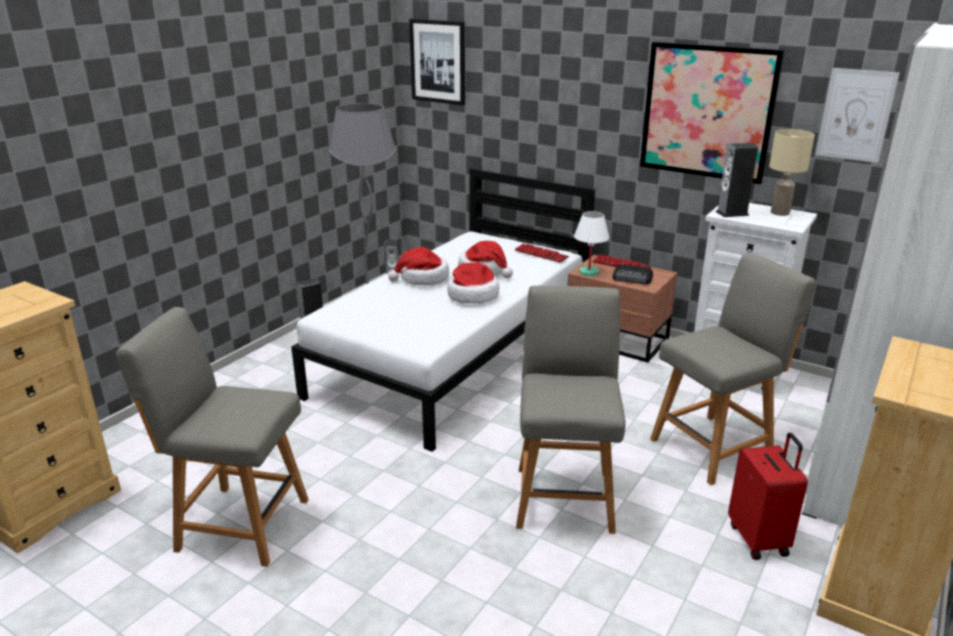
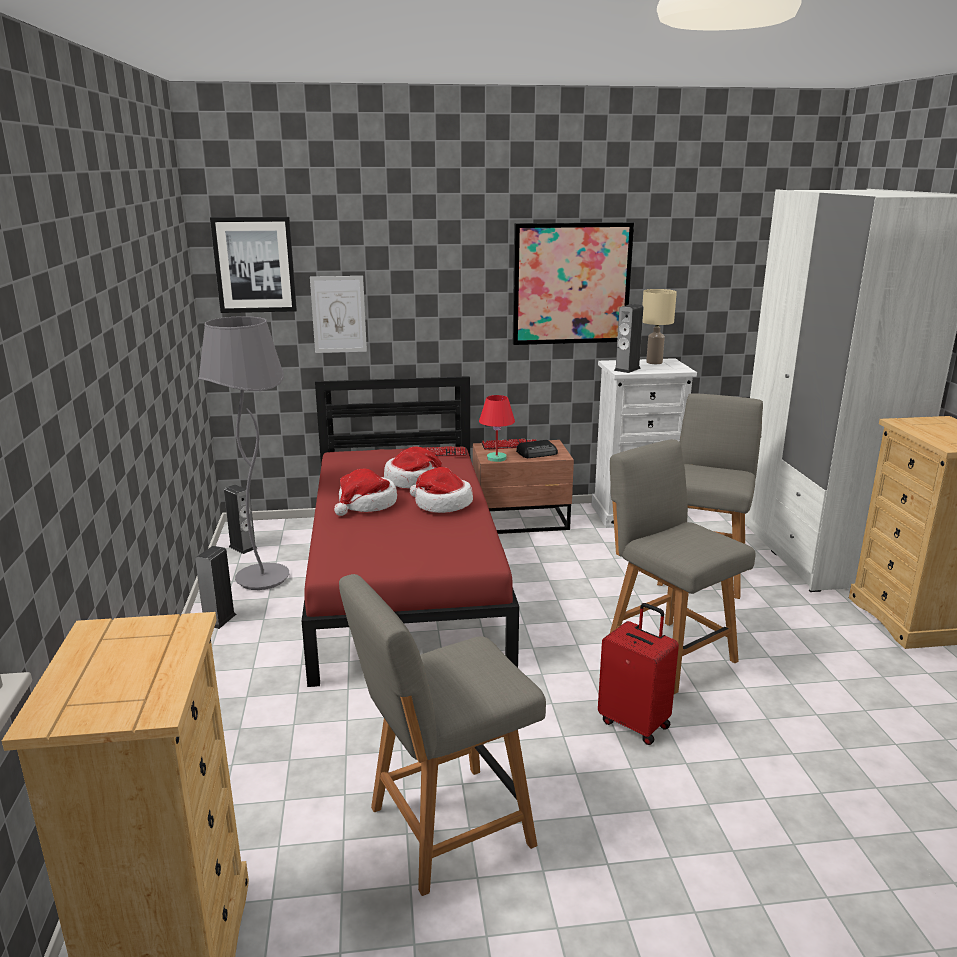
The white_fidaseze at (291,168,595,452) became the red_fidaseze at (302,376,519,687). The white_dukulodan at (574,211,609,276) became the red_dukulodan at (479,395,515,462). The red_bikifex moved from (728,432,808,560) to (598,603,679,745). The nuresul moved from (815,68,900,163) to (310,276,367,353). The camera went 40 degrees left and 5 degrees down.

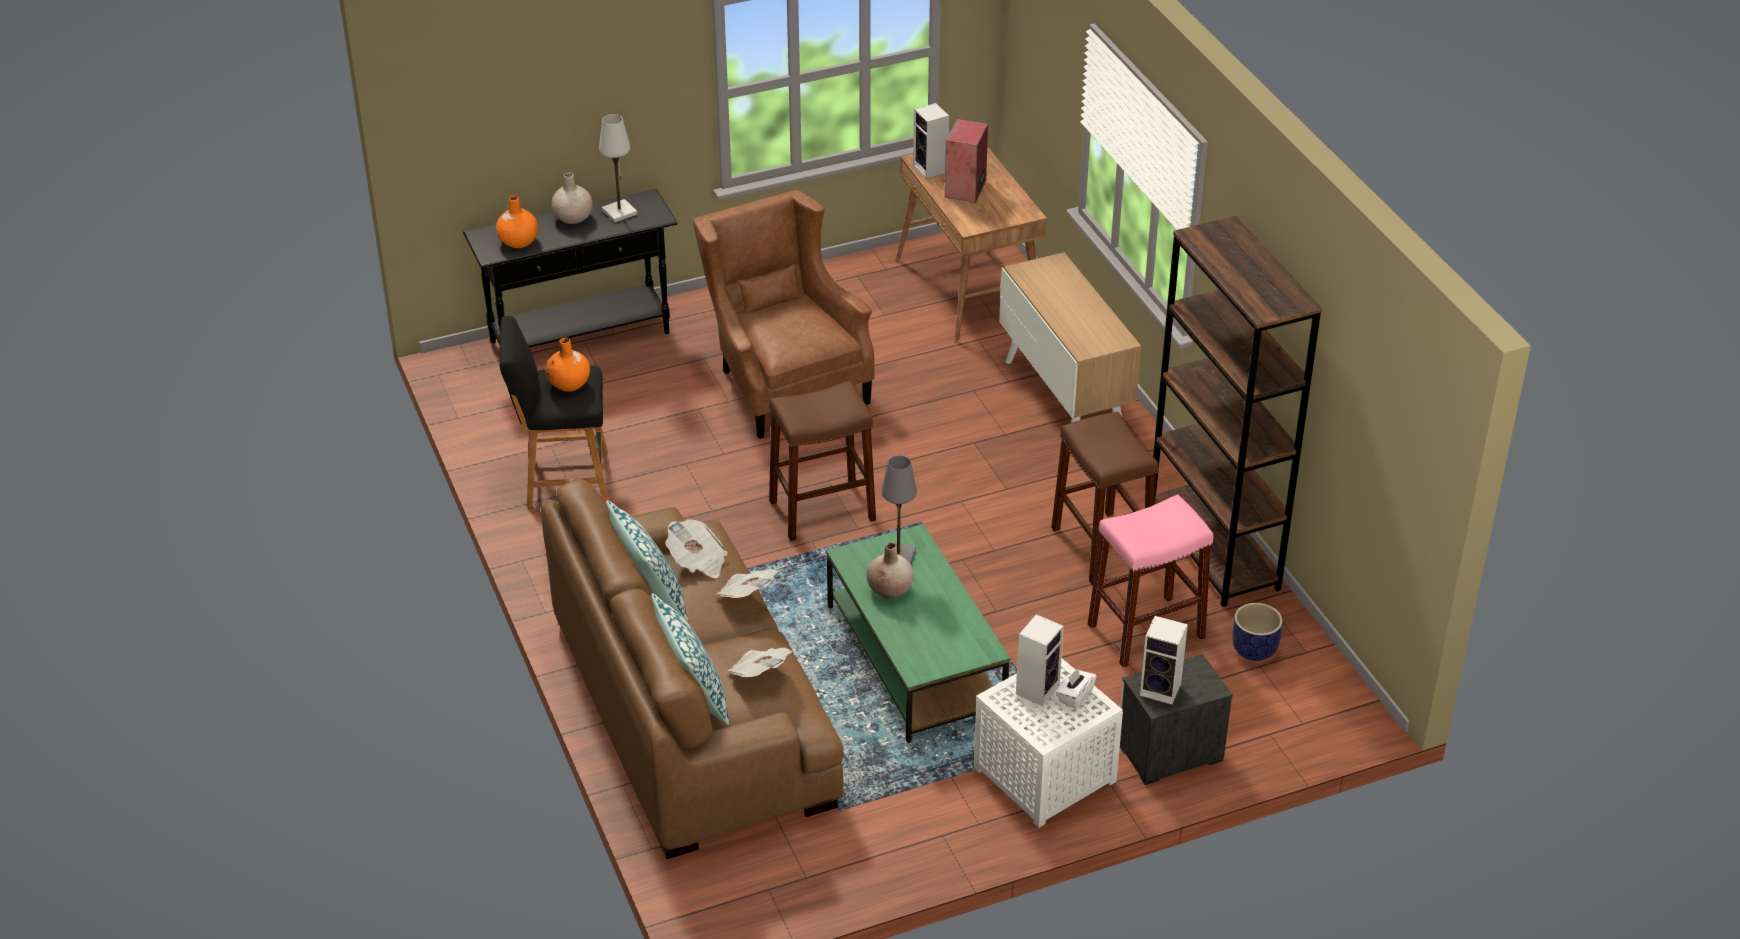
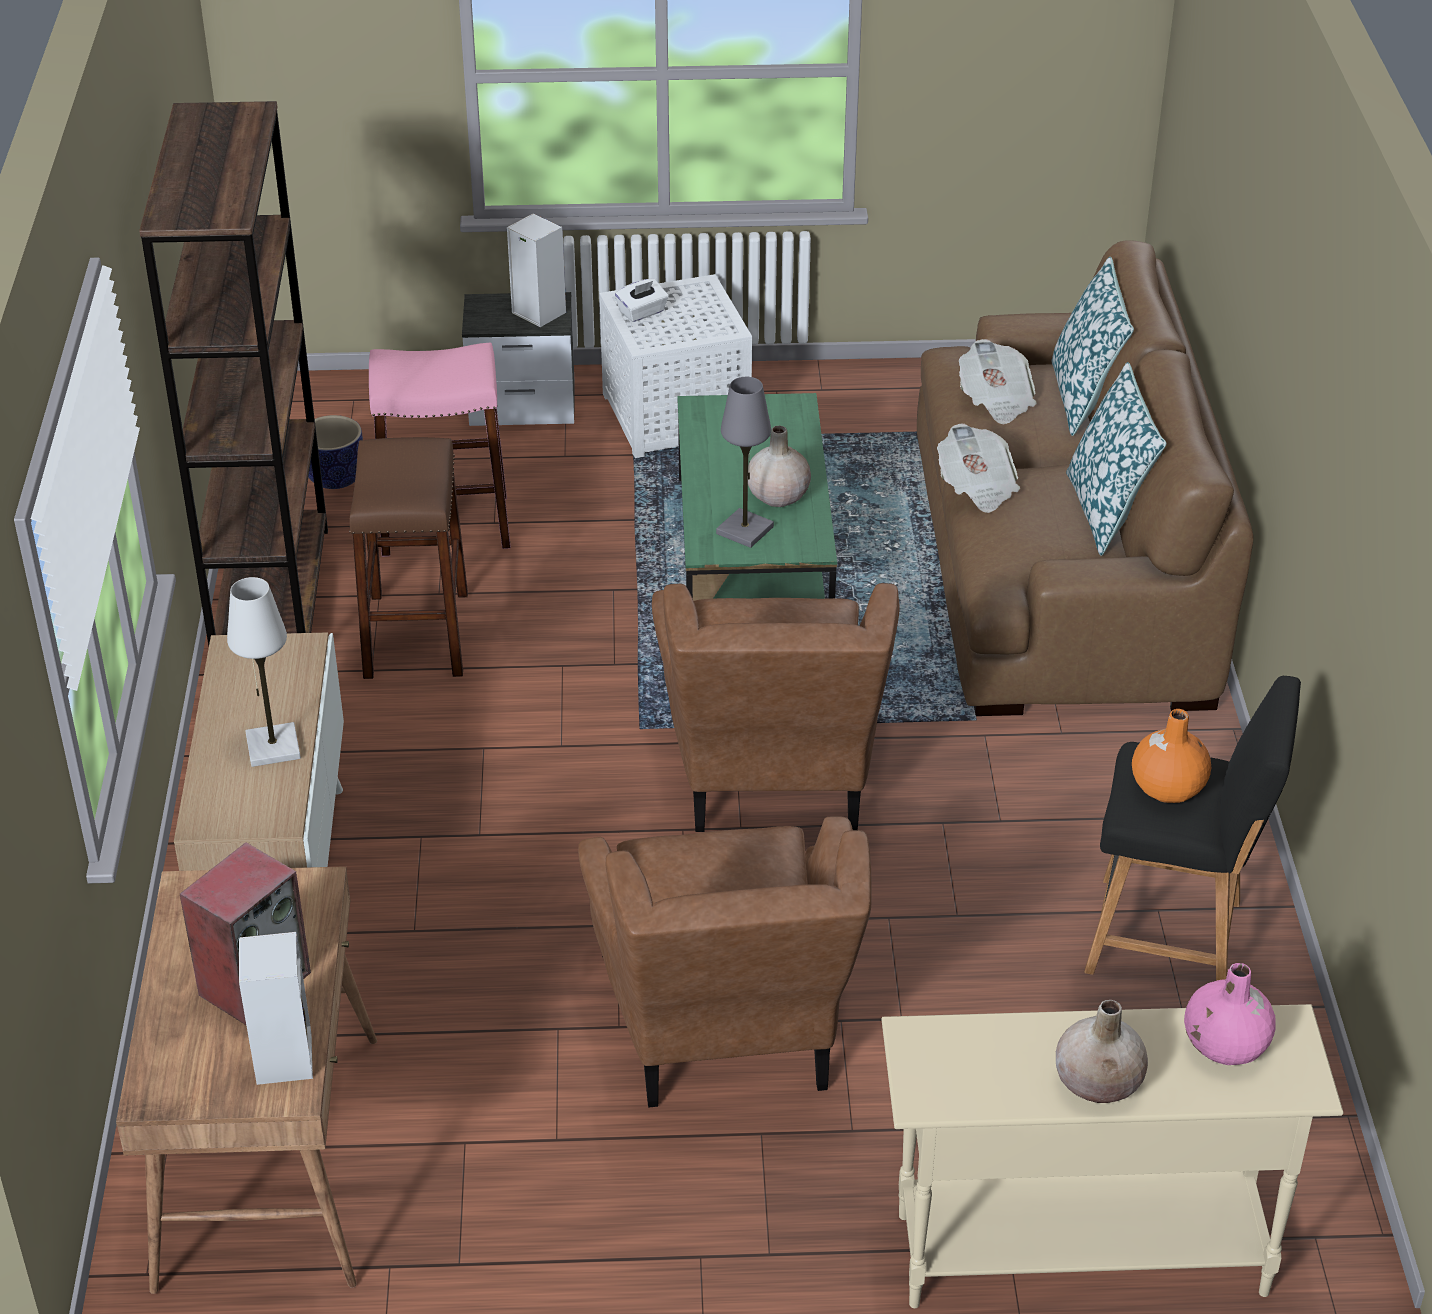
The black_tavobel at (463,189,678,348) became the beige_tavobel at (881,1004,1344,1308). The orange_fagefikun at (496,195,538,248) became the pink_fagefikun at (1184,963,1276,1065). The white_dukulodan moved from (599,114,637,223) to (227,577,301,767). The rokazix at (665,520,728,578) disappeared. The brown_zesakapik at (769,381,876,541) was replaced by the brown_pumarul at (652,583,899,832). The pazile at (1016,614,1064,706) disappeared. The camera went 160 degrees left and 0 degrees up.

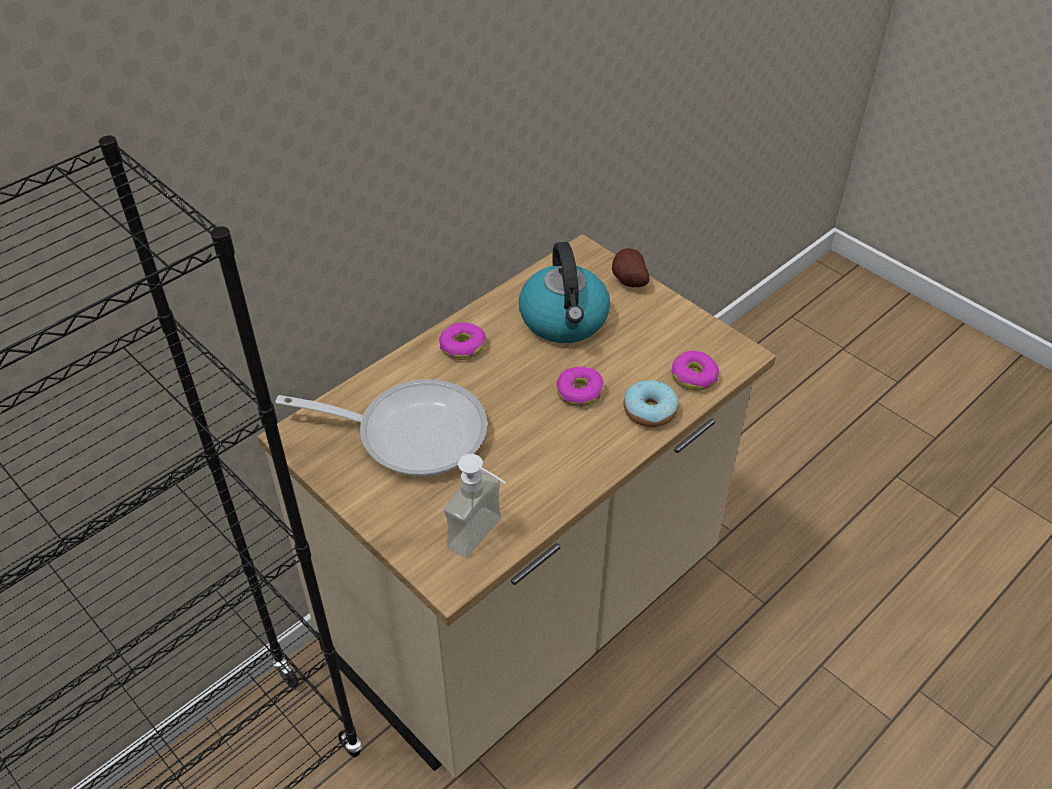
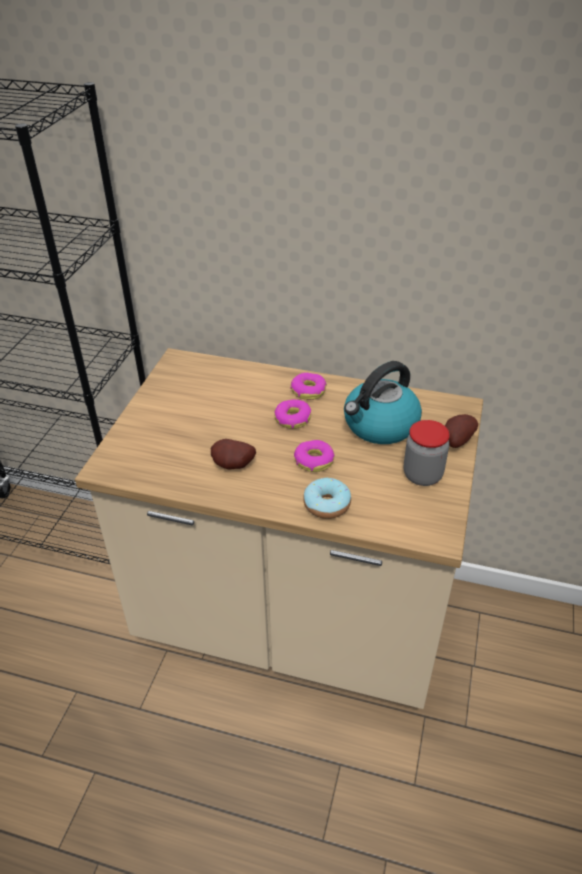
The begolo at (275,379,487,476) disappeared. The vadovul at (444,454,506,558) disappeared. The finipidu moved from (671,351,719,391) to (274,399,311,429). The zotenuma at (211,439,256,469) appeared. The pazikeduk at (404,420,450,486) appeared. The camera went 60 degrees right and 5 degrees down.

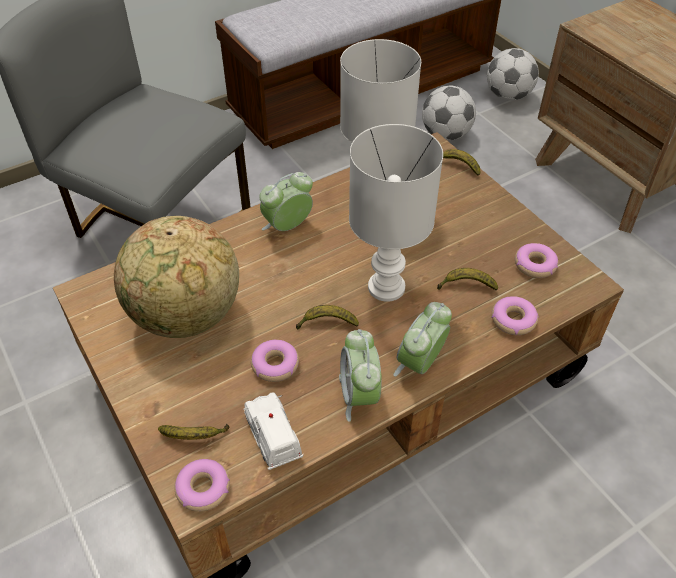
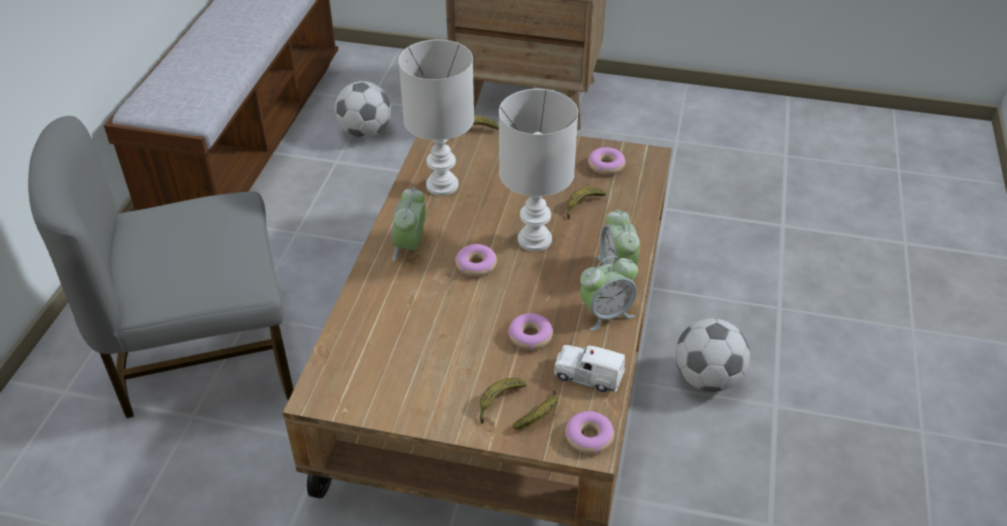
The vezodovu at (114,216,239,338) disappeared. The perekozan moved from (296,305,359,329) to (480,378,527,424). The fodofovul at (339,329,382,422) turned 60 degrees counterclockwise. The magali moved from (487,48,539,101) to (675,318,750,392). The finipidu moved from (492,296,539,335) to (455,244,497,277). The camera went 45 degrees left and 5 degrees down.

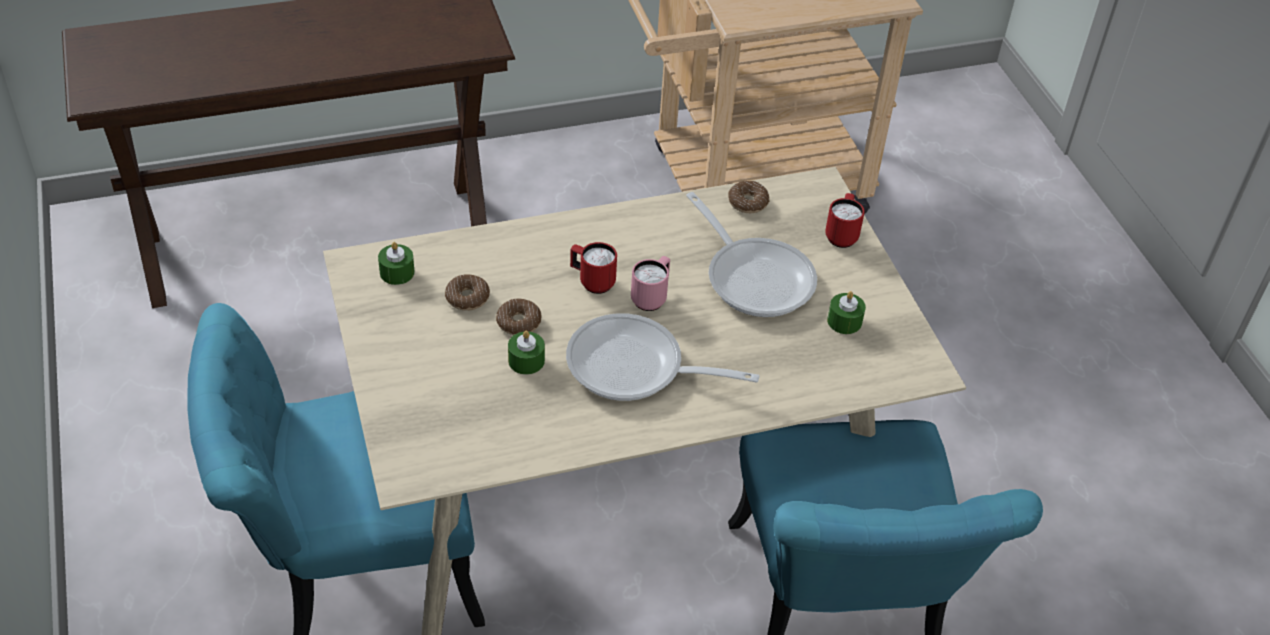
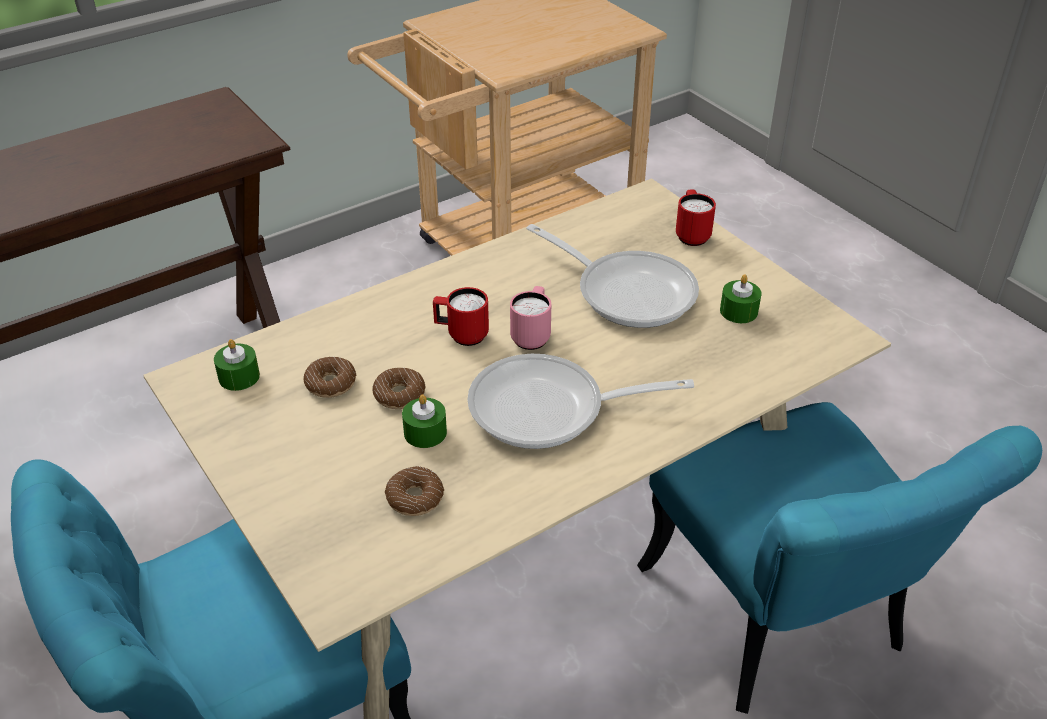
The finipidu moved from (728,181,769,213) to (385,466,444,516). The camera went 15 degrees left and 5 degrees down.

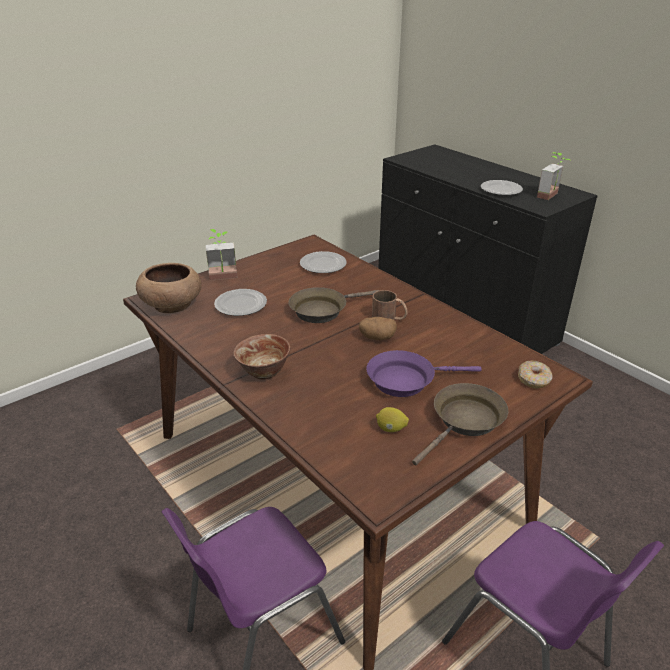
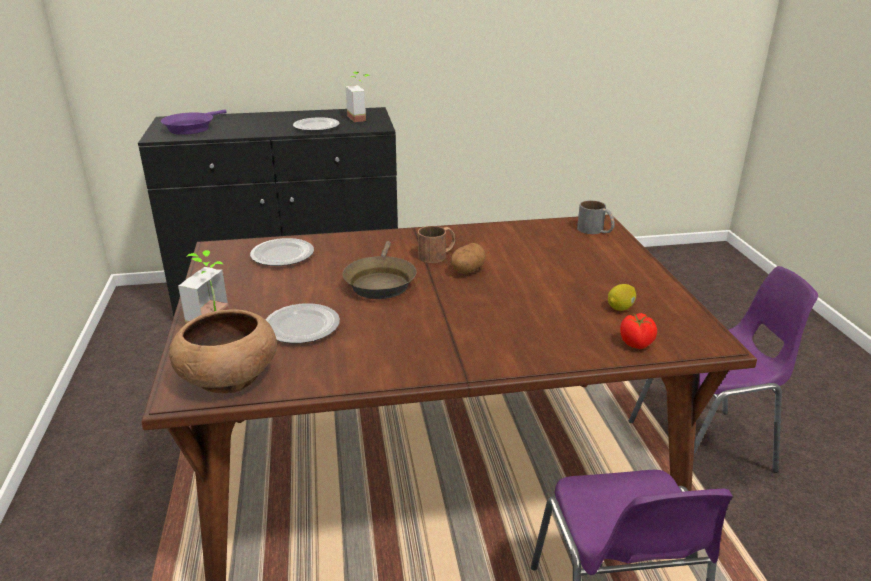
The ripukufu at (233,334,290,380) disappeared. The purple_begolo moved from (366,350,482,397) to (161,109,227,135). The brown_begolo at (412,383,508,465) disappeared. The finipidu at (518,360,553,388) was replaced by the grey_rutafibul at (577,200,615,234). The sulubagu at (620,313,657,349) appeared. The camera went 60 degrees left and 5 degrees down.

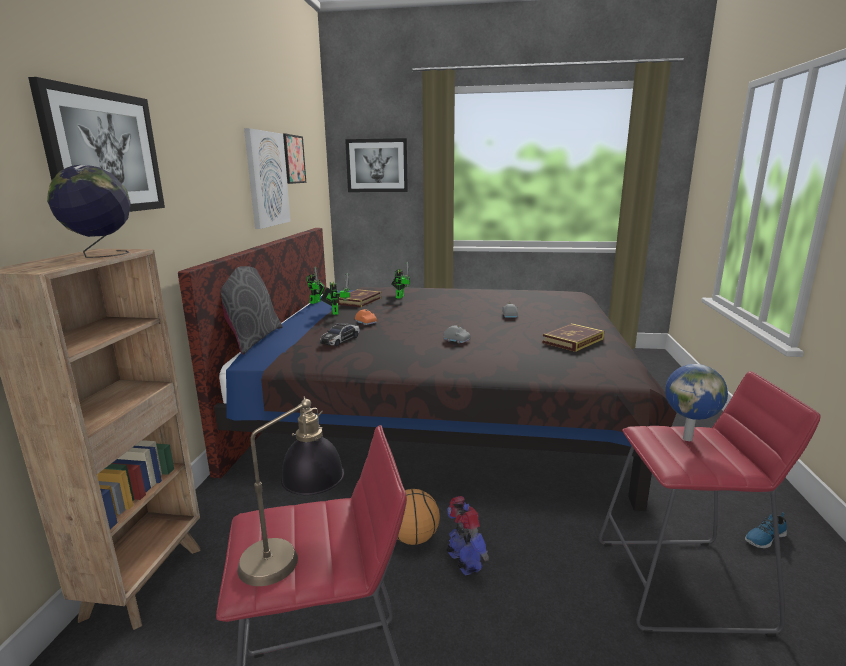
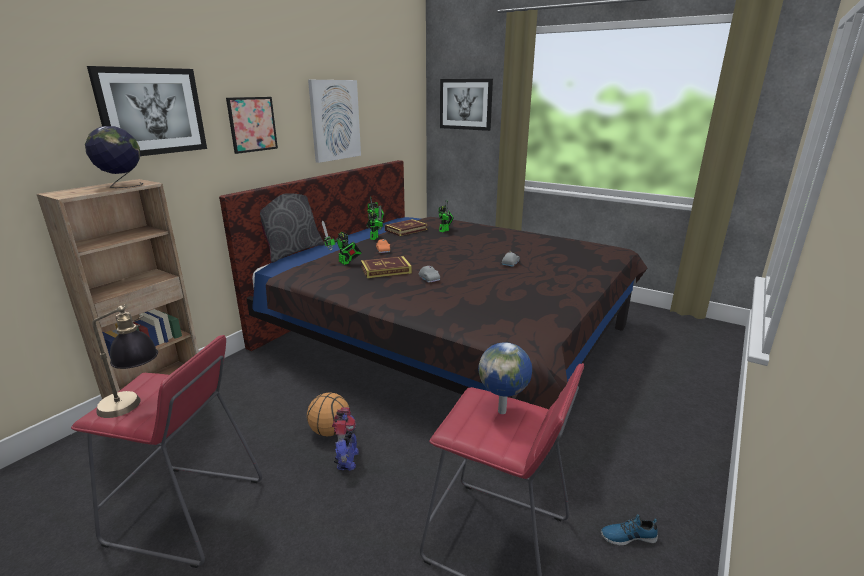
The nuresul moved from (283,133,306,184) to (226,97,278,154). The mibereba at (320,323,360,346) was replaced by the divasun at (322,220,362,265). The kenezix moved from (542,323,604,352) to (361,256,412,278). The camera went 25 degrees right and 5 degrees up.

